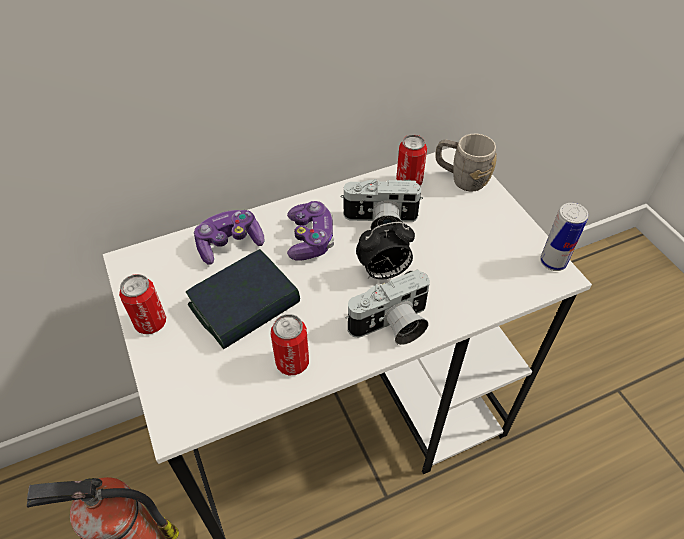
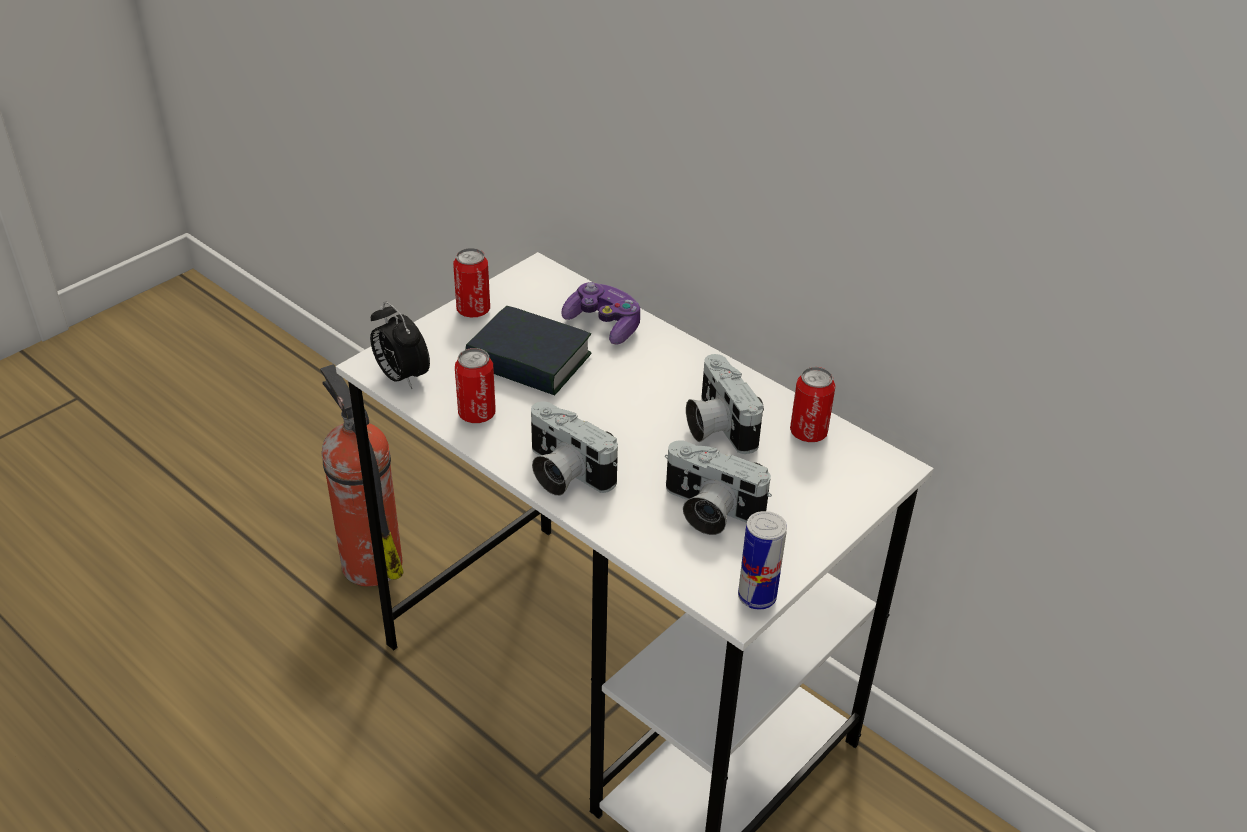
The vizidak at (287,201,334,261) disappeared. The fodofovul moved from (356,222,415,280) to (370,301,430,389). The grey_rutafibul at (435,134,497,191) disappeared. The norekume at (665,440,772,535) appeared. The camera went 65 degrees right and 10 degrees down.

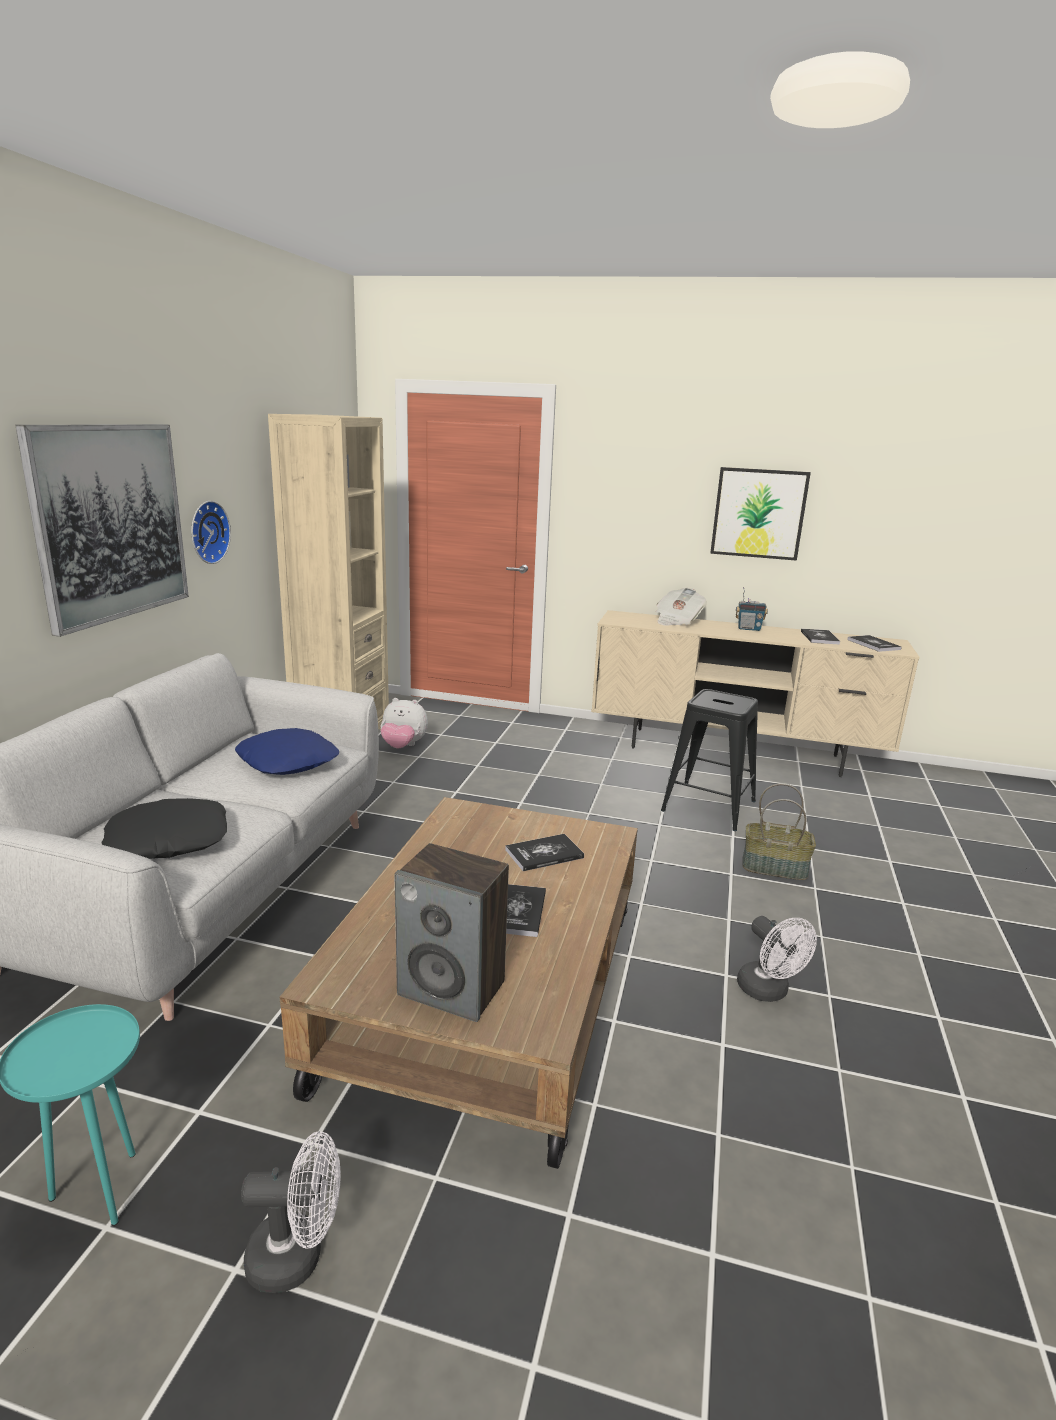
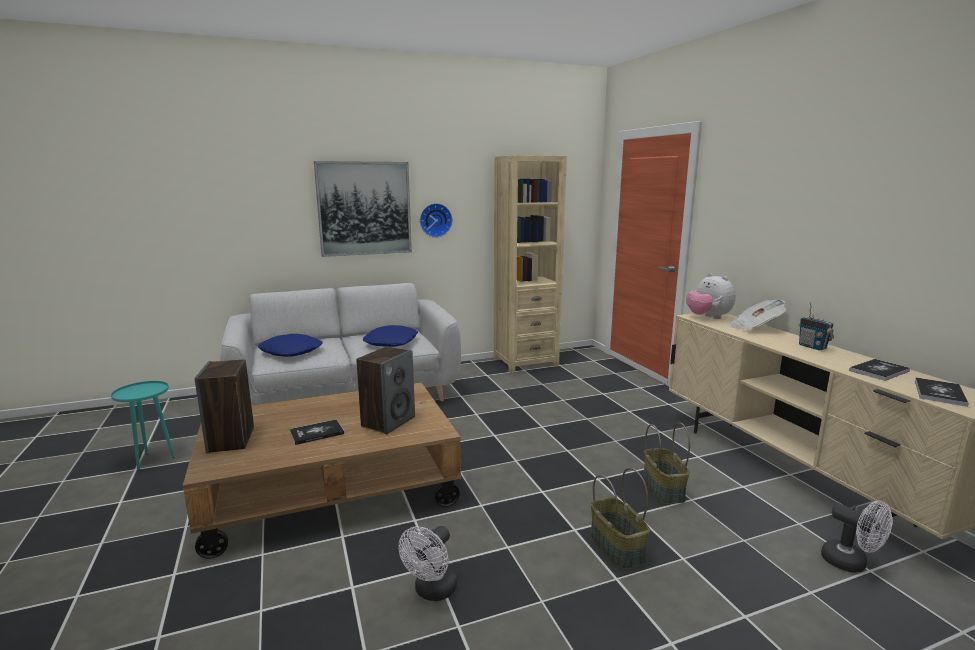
The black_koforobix at (101,798,227,859) became the blue_koforobix at (258,334,323,357). The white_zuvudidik moved from (241,1131,341,1293) to (821,501,893,572). The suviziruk moved from (380,698,428,748) to (686,273,735,319). The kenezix at (505,834,584,871) was replaced by the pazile at (356,346,415,434). The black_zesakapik at (661,689,758,831) was replaced by the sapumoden at (643,423,690,504). The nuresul at (710,467,811,561) disappeared. The camera went 55 degrees right and 5 degrees down.

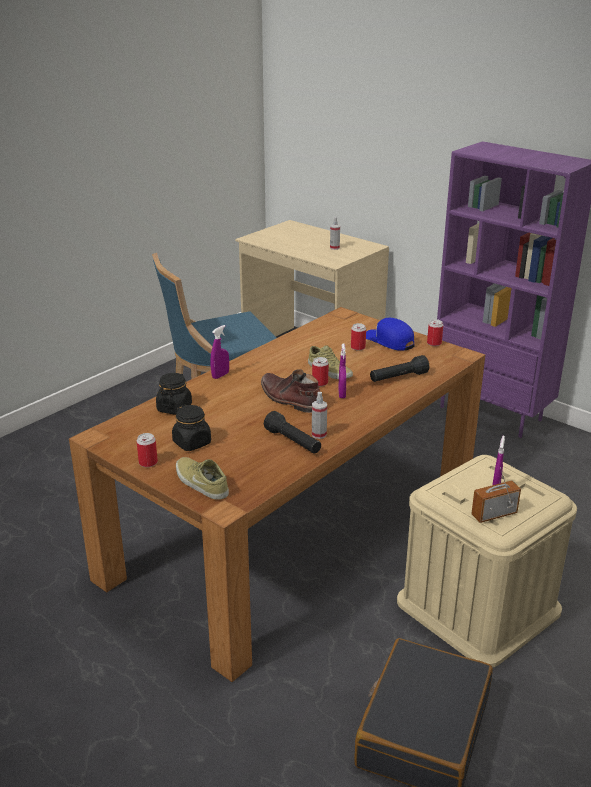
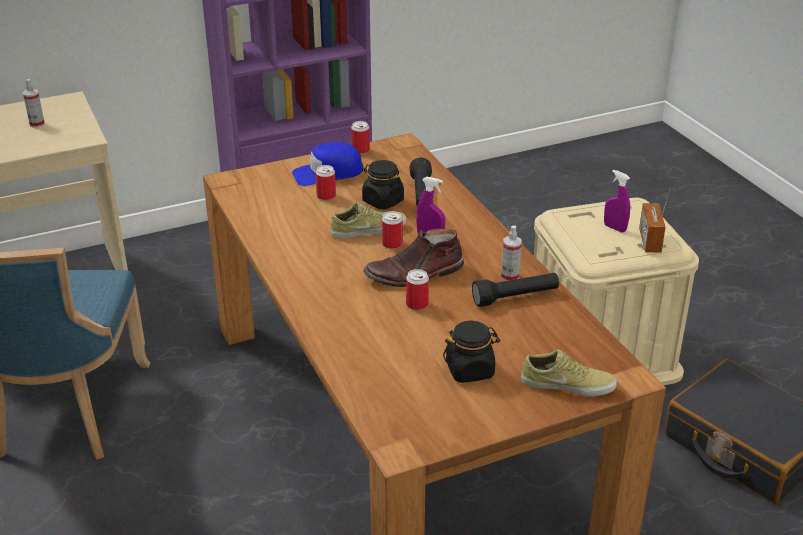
The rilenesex moved from (137,433,158,467) to (406,269,429,310). The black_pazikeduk moved from (156,373,192,415) to (362,160,404,210). The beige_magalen at (176,457,229,500) turned 150 degrees counterclockwise. The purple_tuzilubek at (210,325,229,379) disappeared. The camera went 65 degrees left and 5 degrees up.

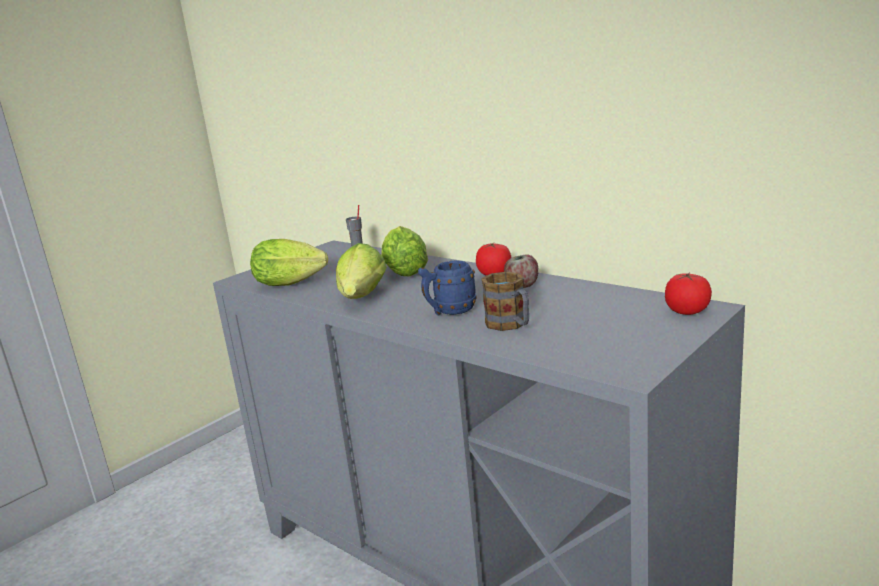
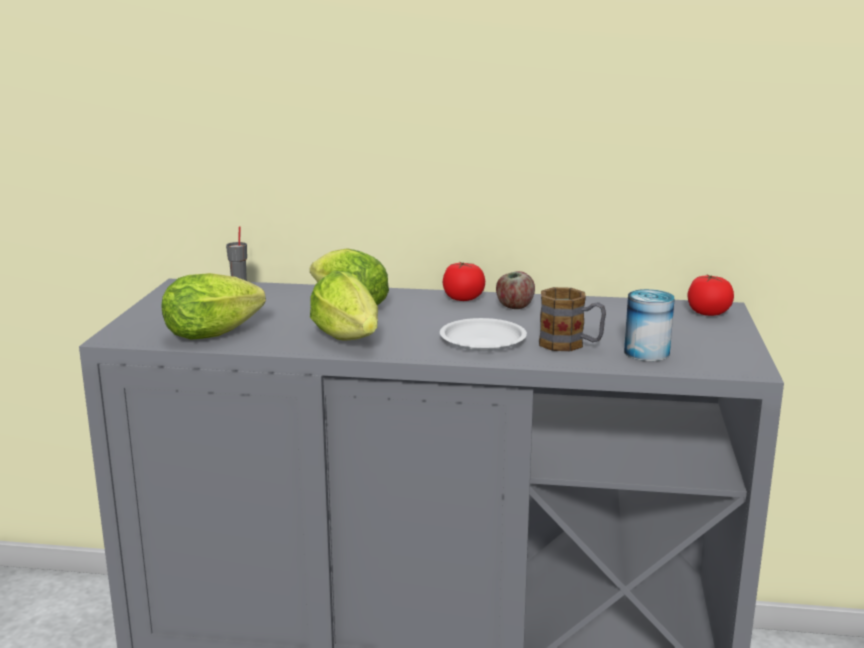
The blue_rutafibul at (418,261,477,316) was replaced by the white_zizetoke at (440,318,527,351). The rilenesex at (624,289,675,361) appeared. The camera went 35 degrees left and 0 degrees up.

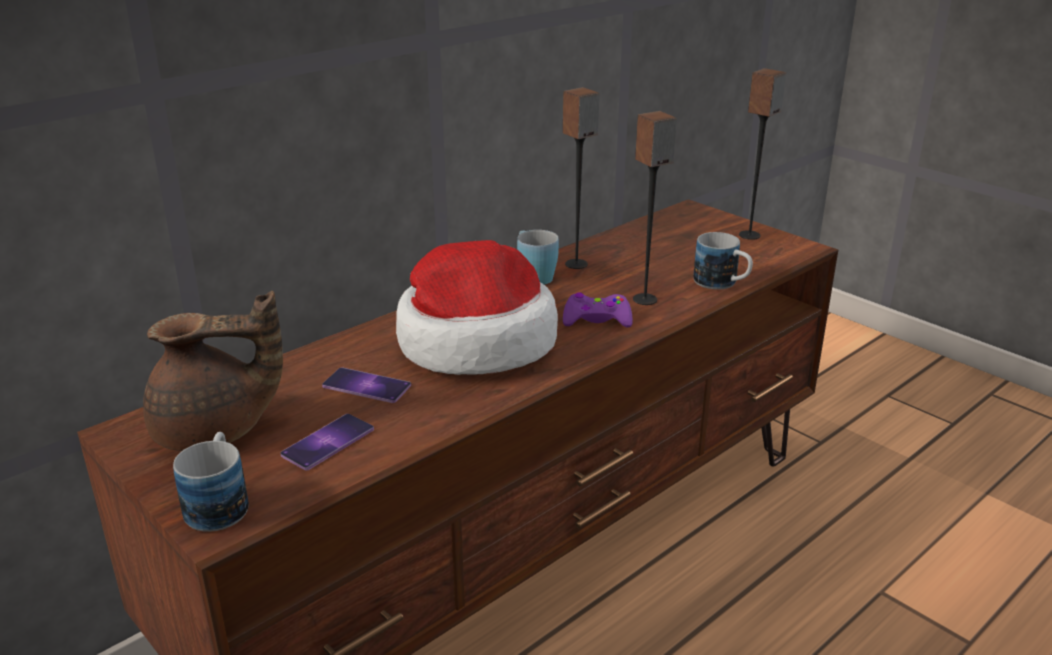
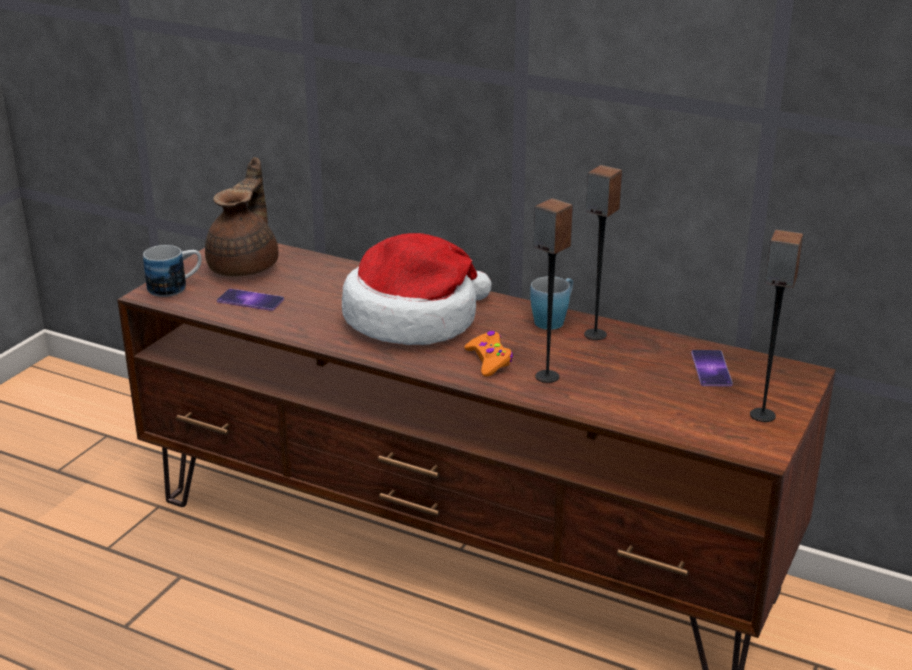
The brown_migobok at (143,291,283,451) turned 135 degrees counterclockwise. The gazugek moved from (322,368,411,403) to (691,350,733,387). The purple_vizidak at (563,293,633,327) became the orange_vizidak at (464,331,513,377). The rutafibul at (693,232,753,290) disappeared. The camera went 70 degrees right and 0 degrees up.

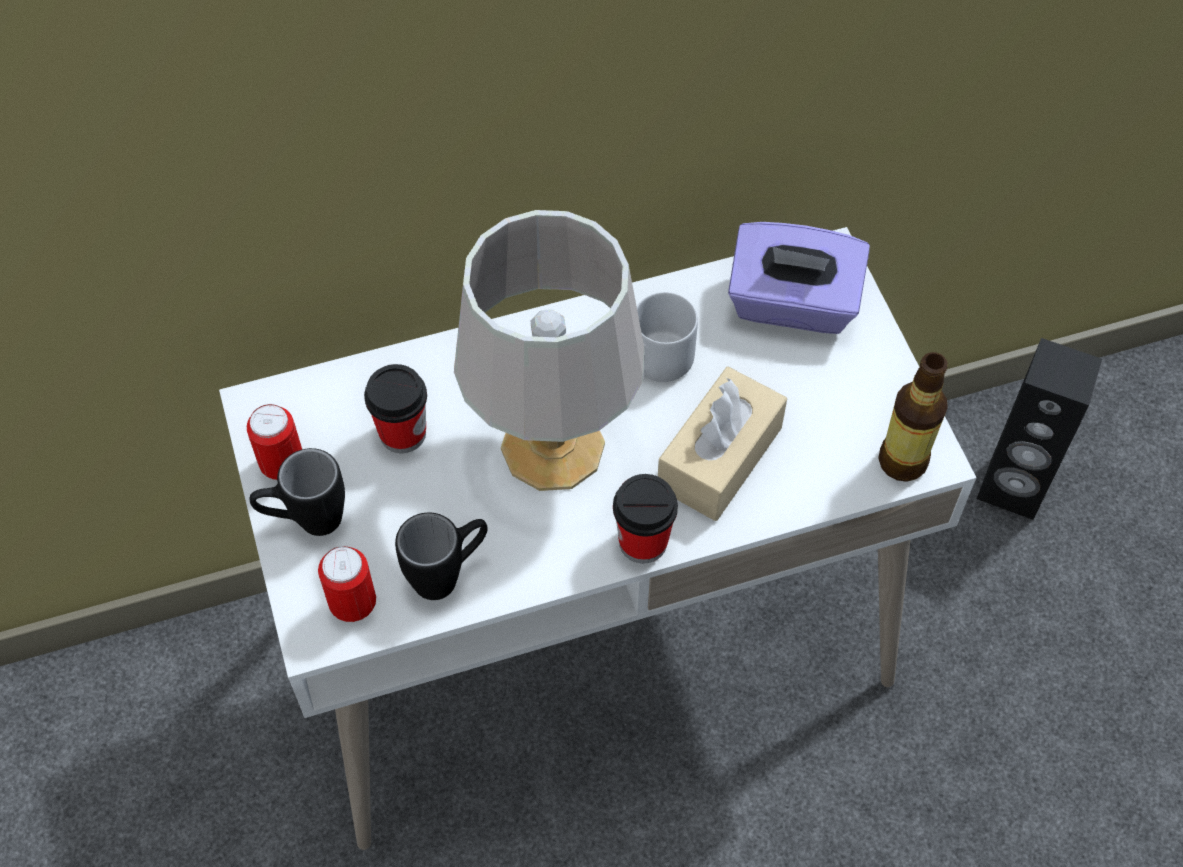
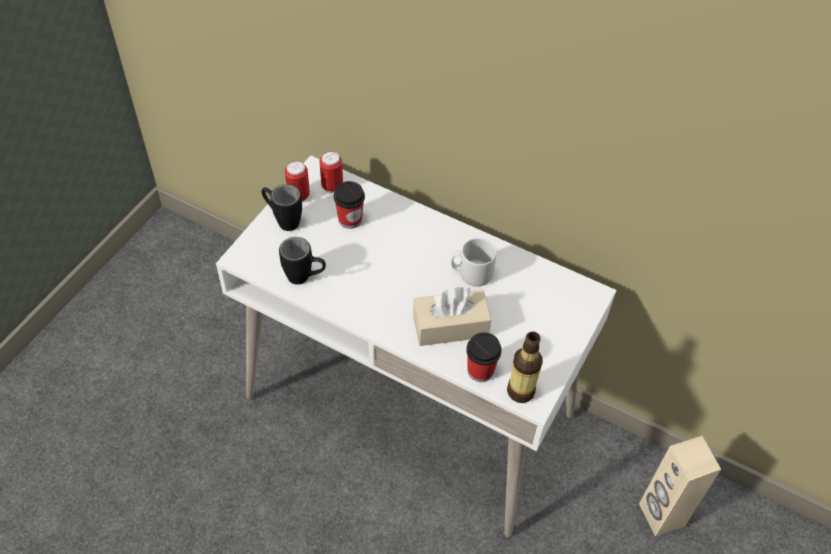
The rilenesex moved from (318,546,376,622) to (320,151,343,193). The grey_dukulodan at (454,210,645,491) disappeared. The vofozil moved from (613,474,678,564) to (466,332,501,382). The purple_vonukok at (728,222,870,334) disappeared. The black_pazile at (977,338,1102,520) became the beige_pazile at (639,436,721,537). The camera went 45 degrees right and 5 degrees down.

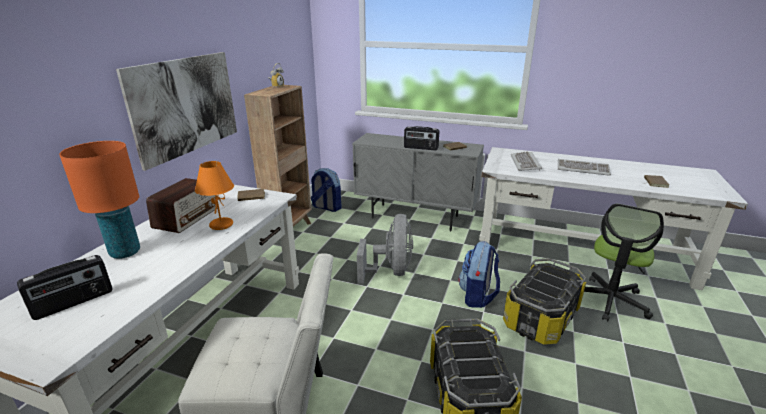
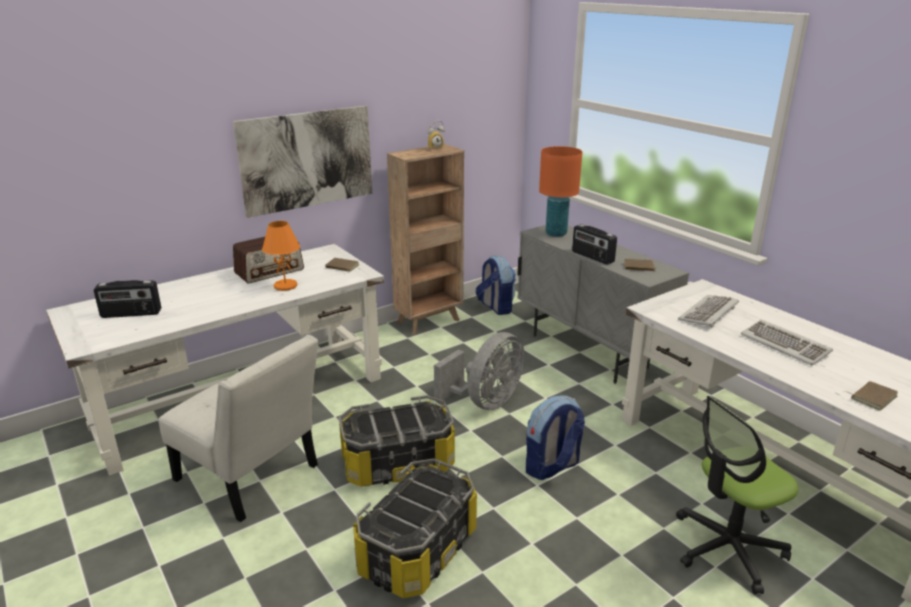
The orange_dukulodan moved from (59,141,140,259) to (539,146,582,237). The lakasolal moved from (503,258,586,345) to (339,395,455,486). The camera went 35 degrees right and 0 degrees up.

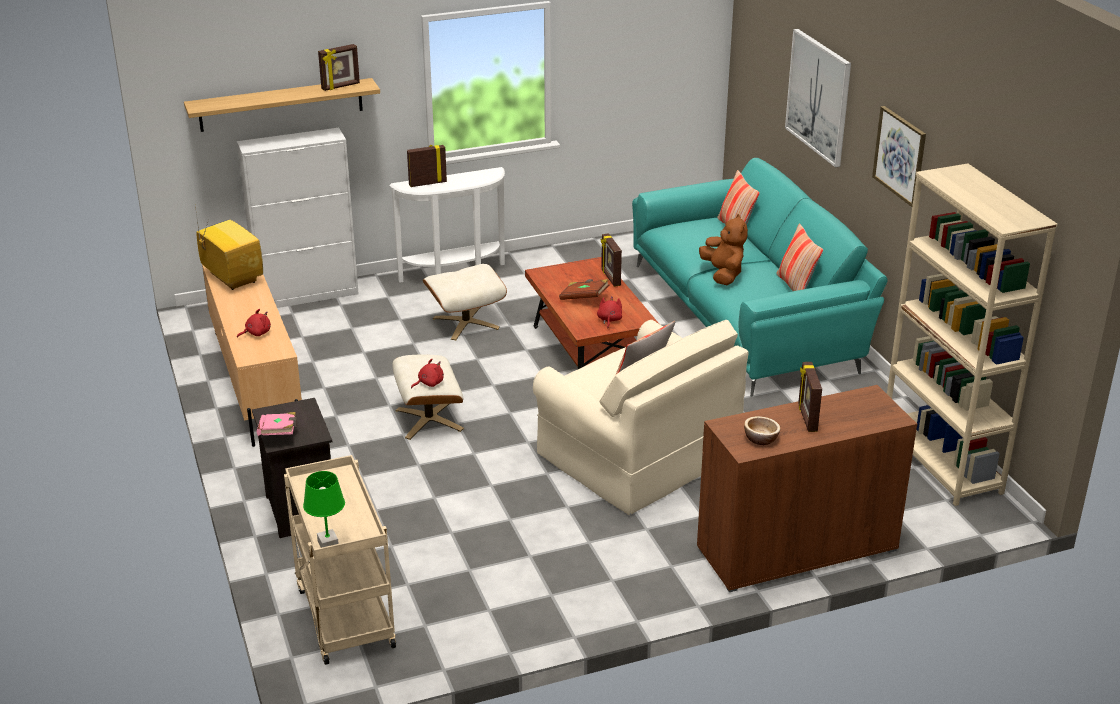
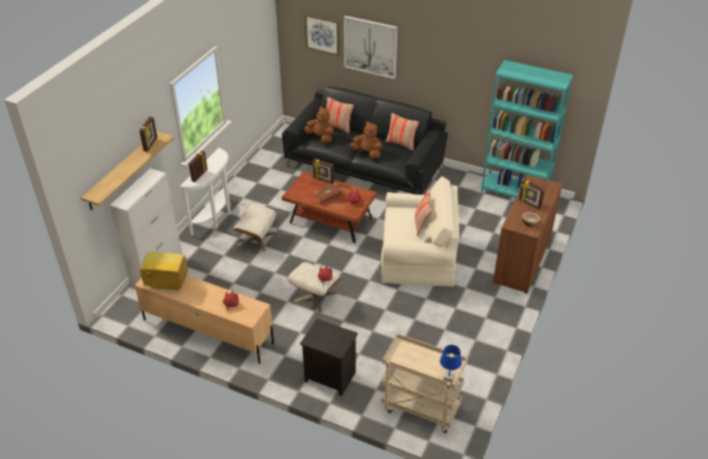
The pink_kenezix at (257,412,298,436) disappeared. The green_dukulodan at (303,471,345,548) became the blue_dukulodan at (440,345,462,383). The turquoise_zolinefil at (632,158,887,397) became the black_zolinefil at (282,86,448,195). The nuresul moved from (872,106,926,207) to (305,14,339,56). The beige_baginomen at (887,164,1057,506) became the turquoise_baginomen at (481,60,573,198). The brown_suviziruk at (304,106,334,143) appeared. The camera went 45 degrees left and 10 degrees up.

